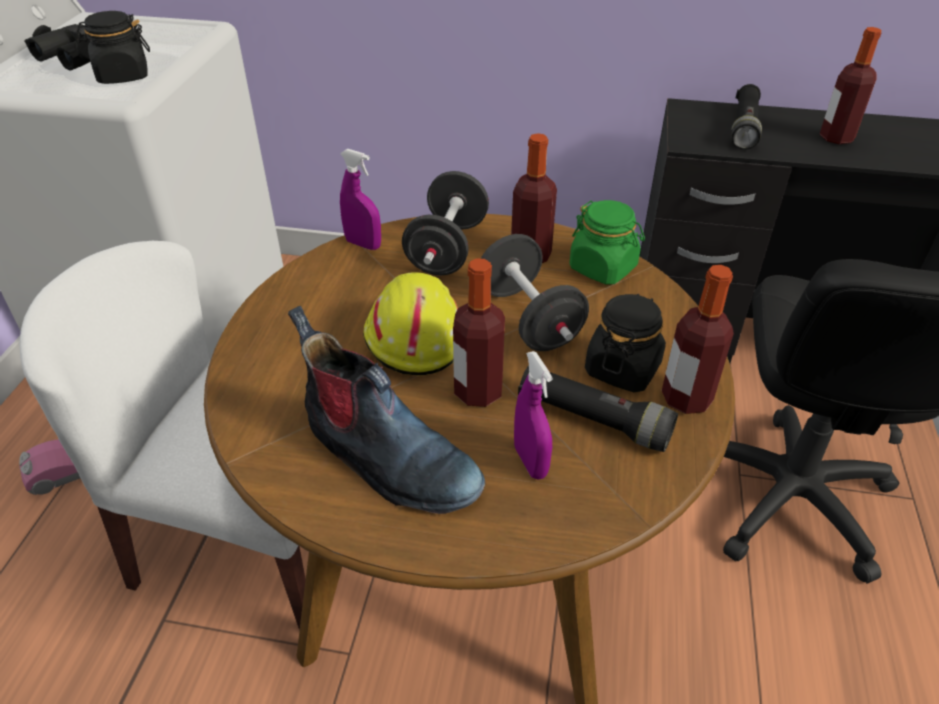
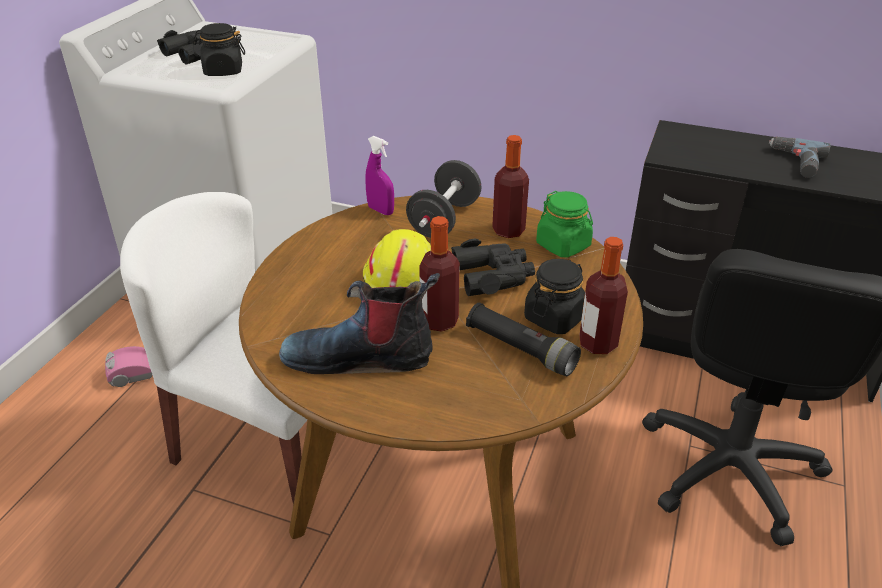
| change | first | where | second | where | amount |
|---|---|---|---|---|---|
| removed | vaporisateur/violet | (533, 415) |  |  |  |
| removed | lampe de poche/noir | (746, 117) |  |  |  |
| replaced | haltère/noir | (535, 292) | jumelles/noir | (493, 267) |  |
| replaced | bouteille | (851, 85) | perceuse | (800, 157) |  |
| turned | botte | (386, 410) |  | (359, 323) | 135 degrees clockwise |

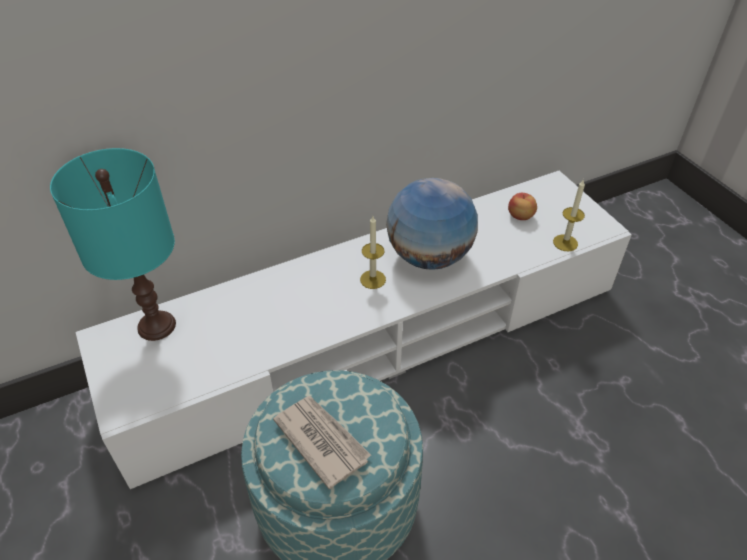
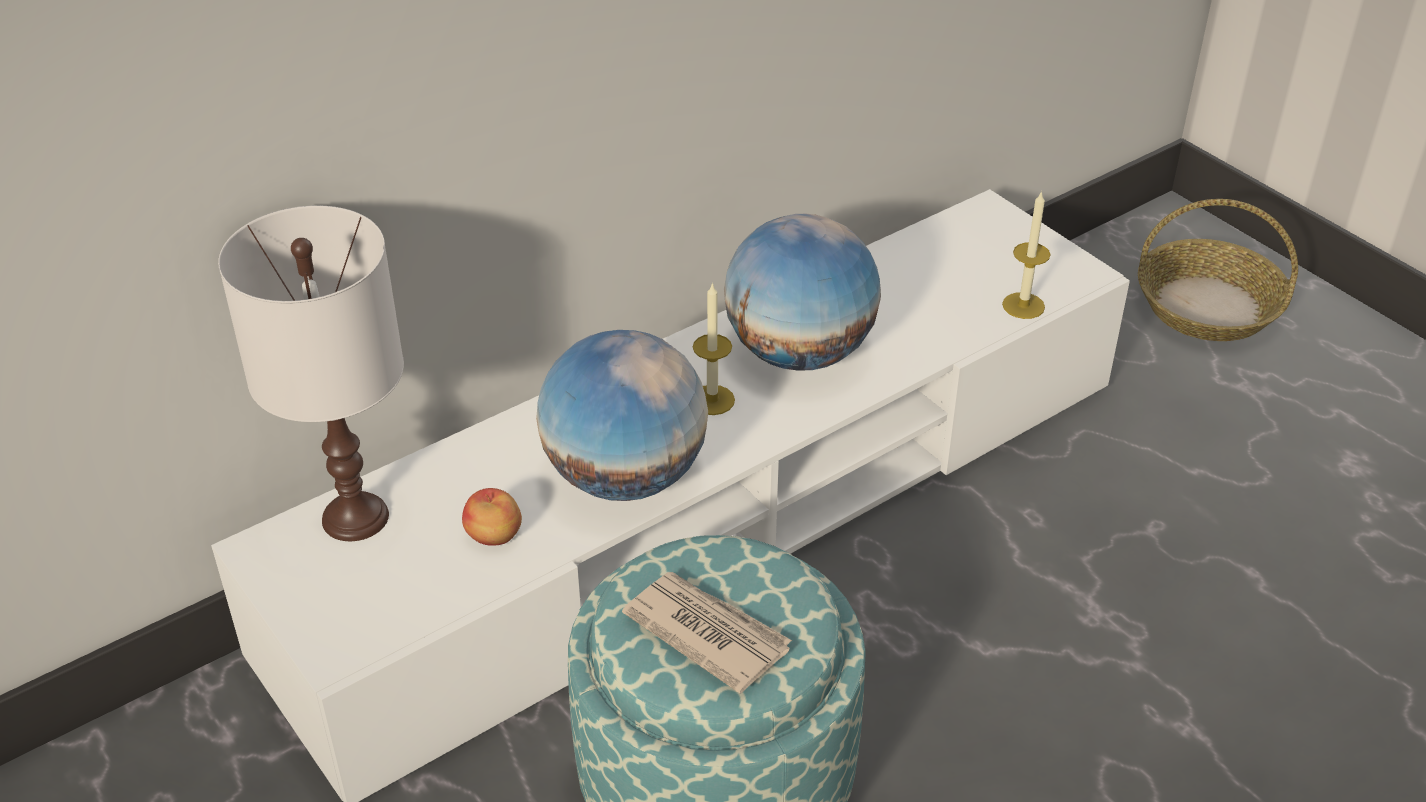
| change | first | where | second | where | amount |
|---|---|---|---|---|---|
| added |  |  | globe | (622, 415) |  |
| added |  |  | panier | (1218, 270) |  |
| moved | pomme | (522, 206) |  | (492, 517) |  |
| recoloured | lampe de table/turquoise | (113, 244) | lampe de table/blanc | (311, 373) |  |

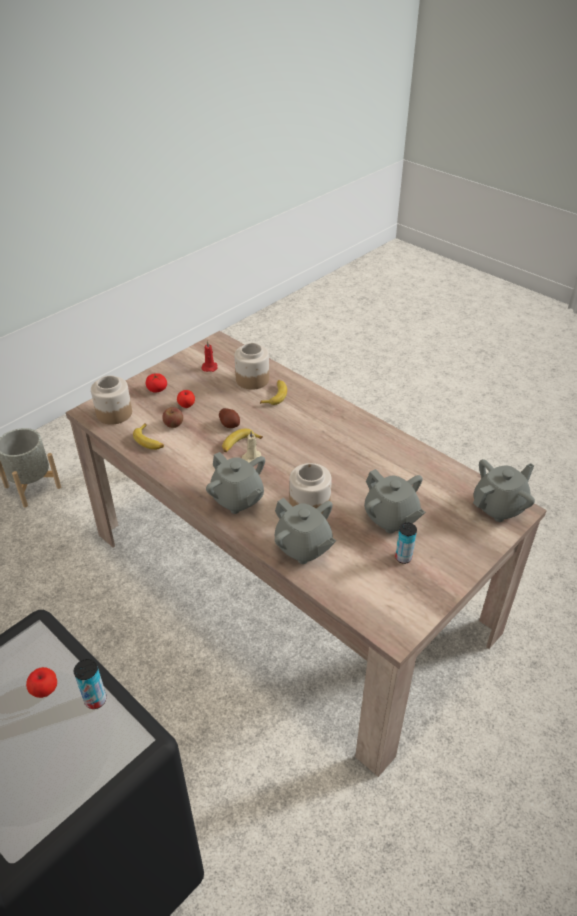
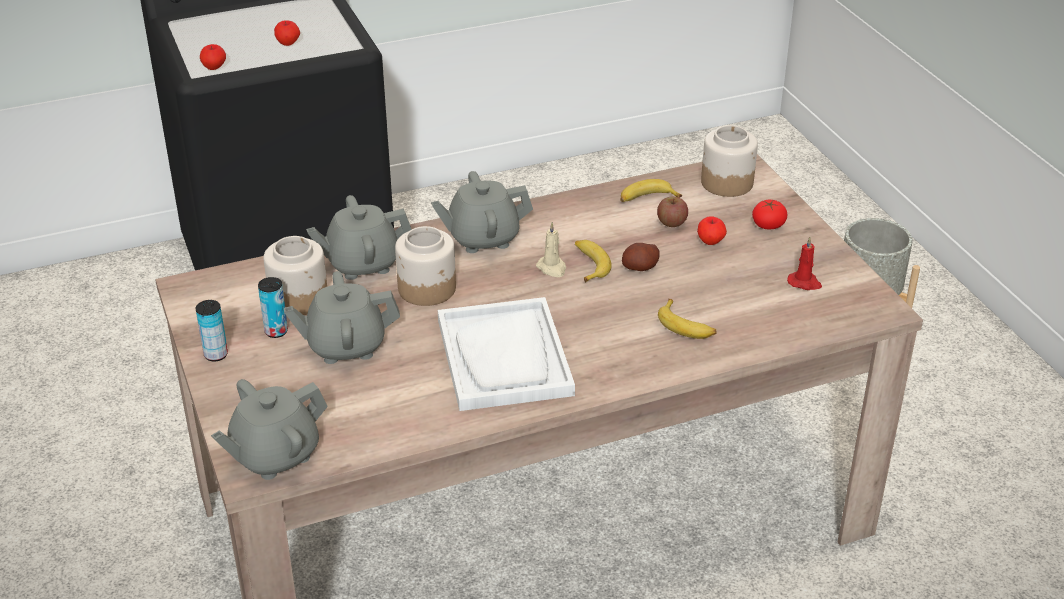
| change | first | where | second | where | amount |
|---|---|---|---|---|---|
| added |  |  | pomme | (213, 57) |  |
| added |  |  | plateau/blanc | (506, 354) |  |
| moved | boîte métallique | (90, 684) |  | (212, 331) |  |
| moved | bocal | (251, 366) |  | (295, 275) |  |
| turned | théière/gris | (504, 490) |  | (269, 429) | 60 degrees clockwise |

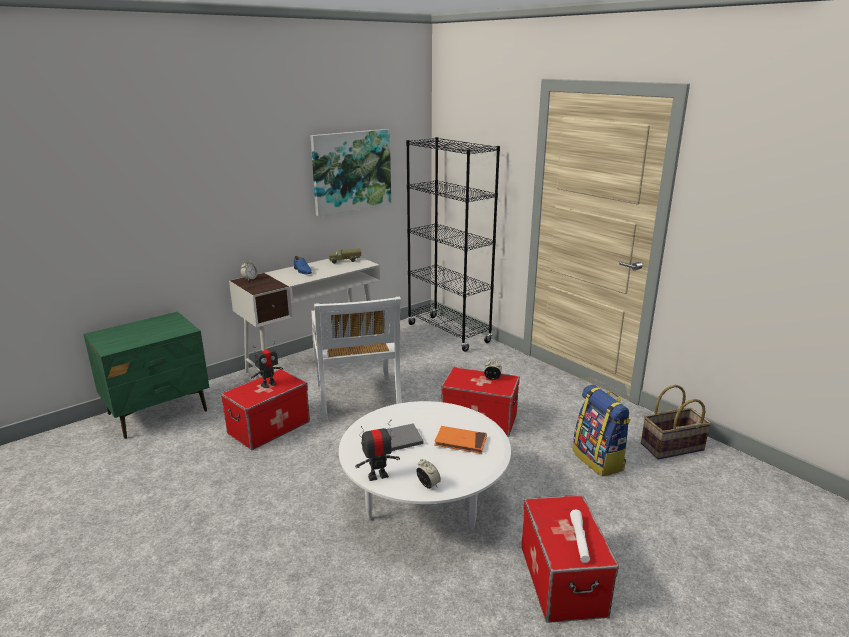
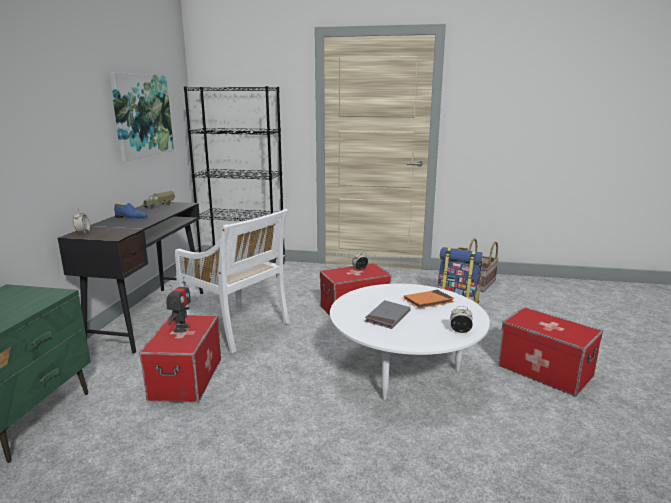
| change | first | where | second | where | amount |
|---|---|---|---|---|---|
| removed | robot jouet | (377, 450) |  |  |  |
| removed | lampe de poche/blanc | (580, 536) |  |  |  |
| recoloured | bureau/blanc | (304, 314) | bureau/noir | (130, 277) |  |

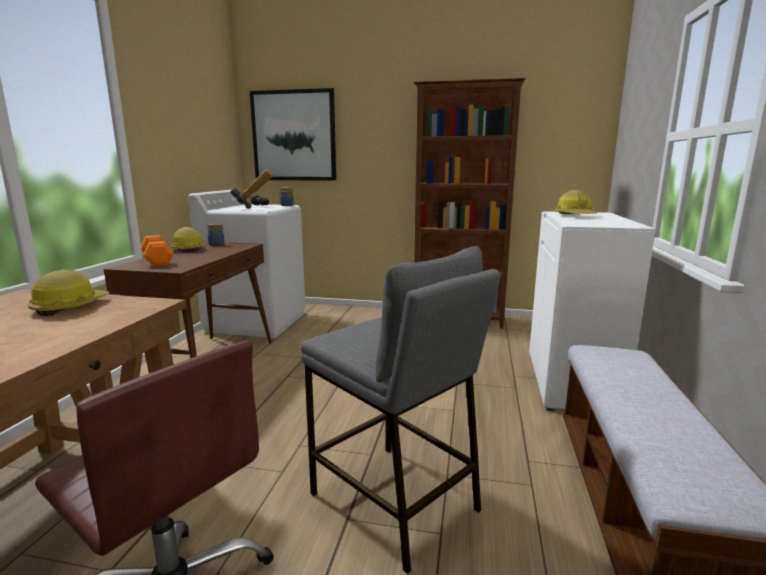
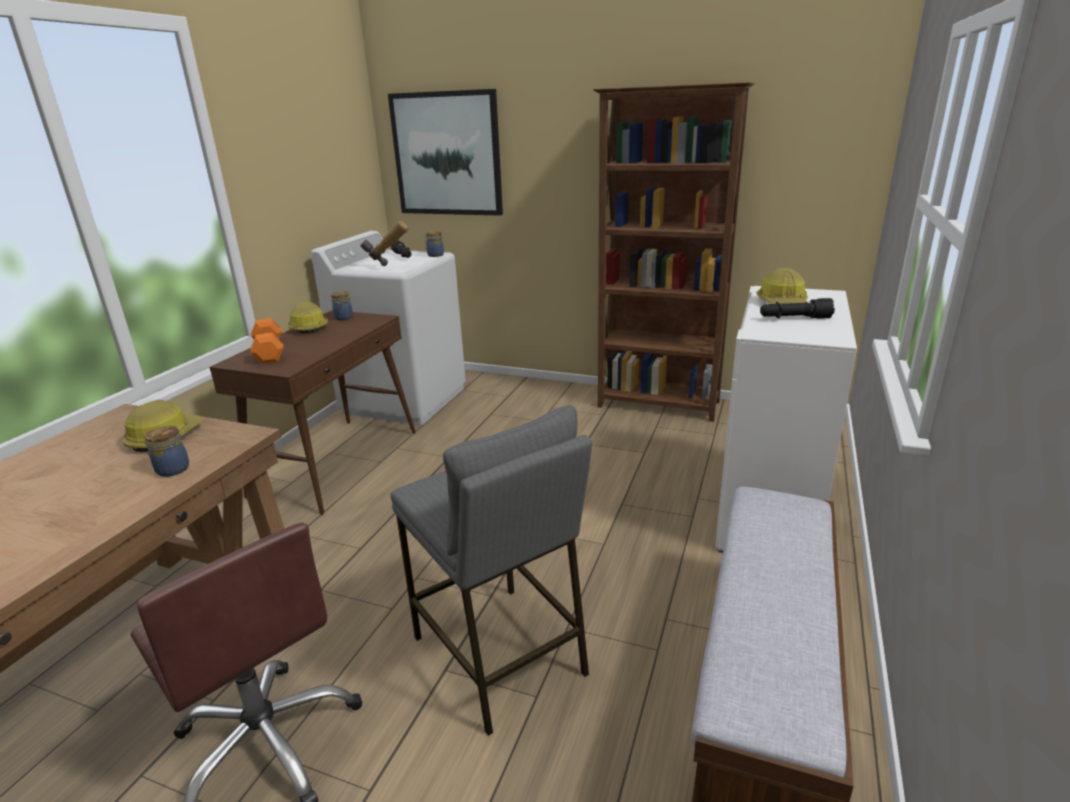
| change | first | where | second | where | amount |
|---|---|---|---|---|---|
| added |  |  | bocal | (166, 451) |  |
| added |  |  | lampe de poche/noir | (797, 308) |  |

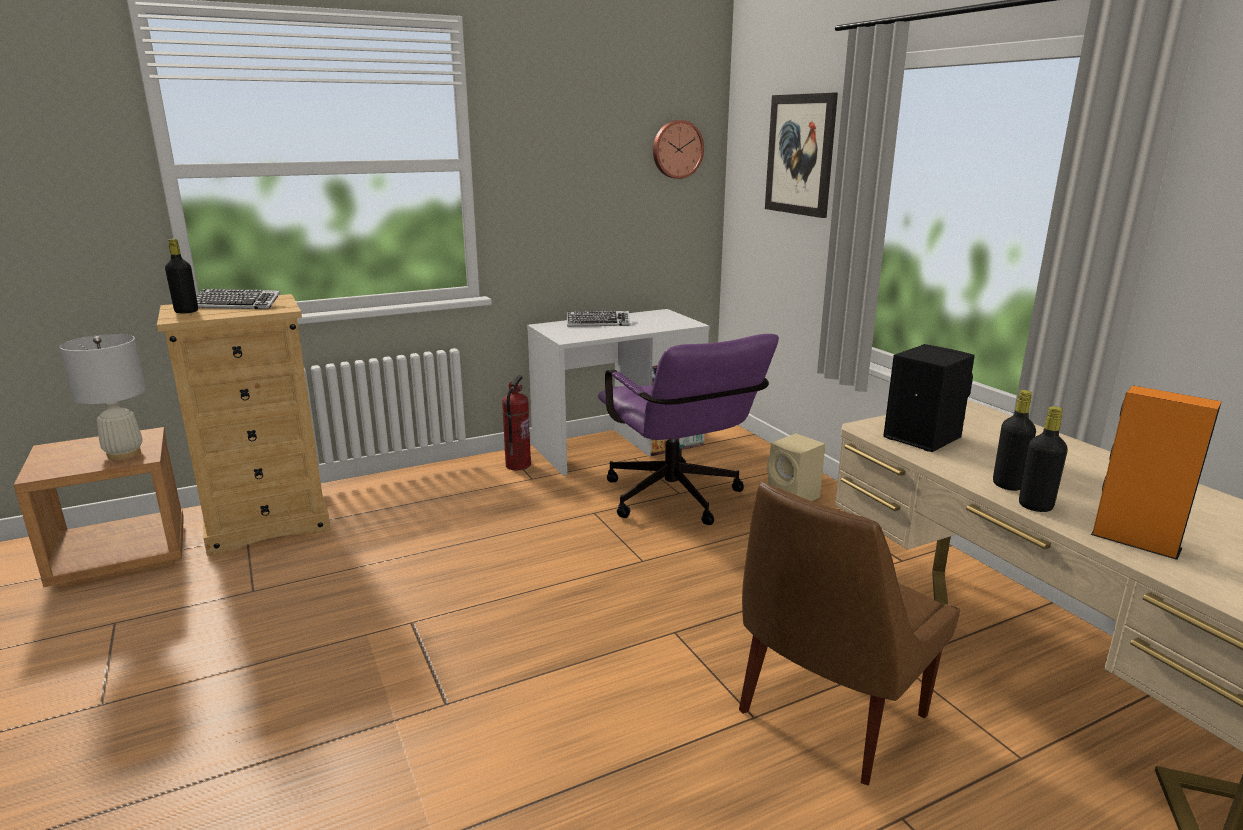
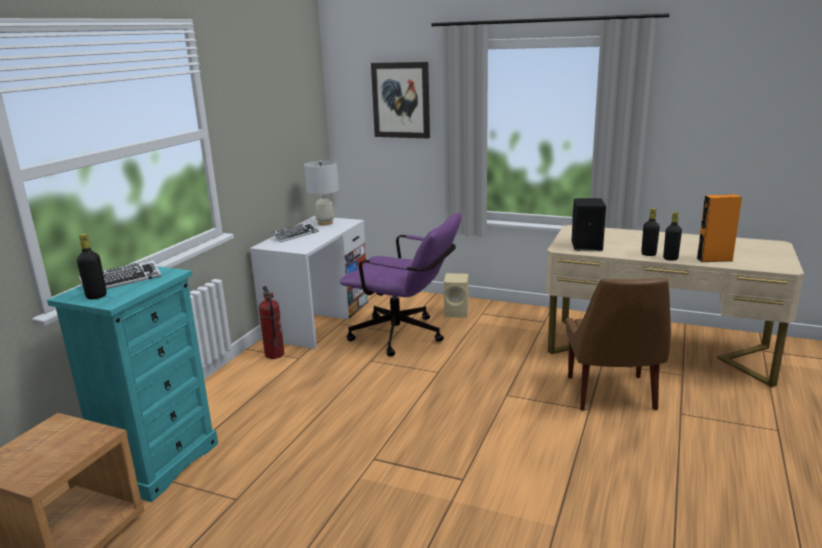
| change | first | where | second | where | amount |
|---|---|---|---|---|---|
| removed | horloge murale | (678, 149) |  |  |  |
| moved | lampe de table/blanc | (102, 397) |  | (321, 192) |  |
| recoloured | commode/beige | (244, 425) | commode/turquoise | (132, 382) |  |

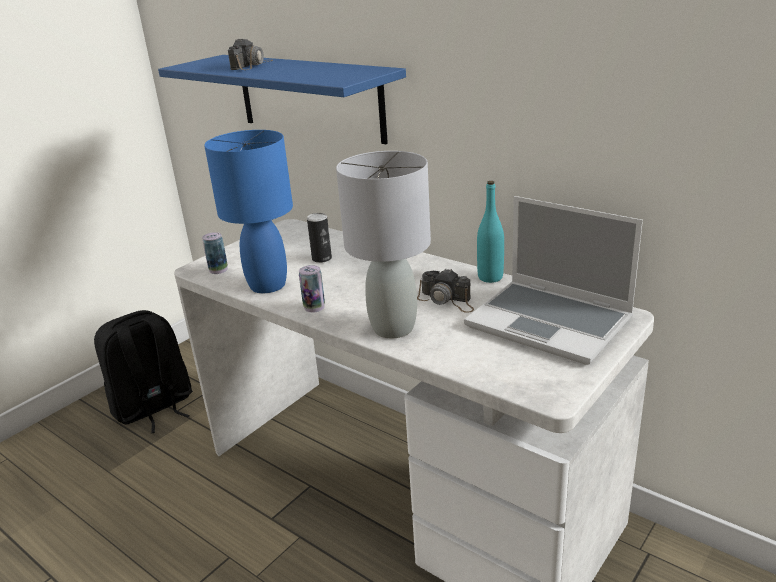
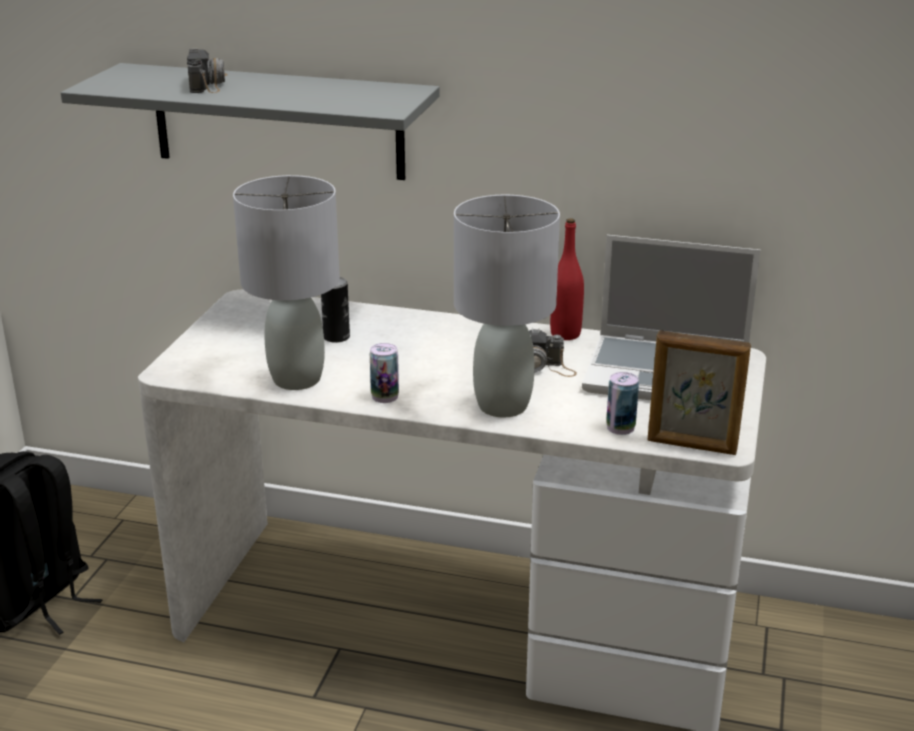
| change | first | where | second | where | amount |
|---|---|---|---|---|---|
| added |  |  | cadre photo | (699, 392) |  |
| moved | boîte métallique | (215, 253) |  | (622, 403) |  |
| recoloured | étagère/bleu | (282, 99) | étagère/gris | (250, 121) |  |
| recoloured | lampe de table/bleu | (248, 211) | lampe de table/gris | (286, 282) |  |
| recoloured | bouteille/turquoise | (490, 232) | bouteille/rouge | (567, 279) |  |

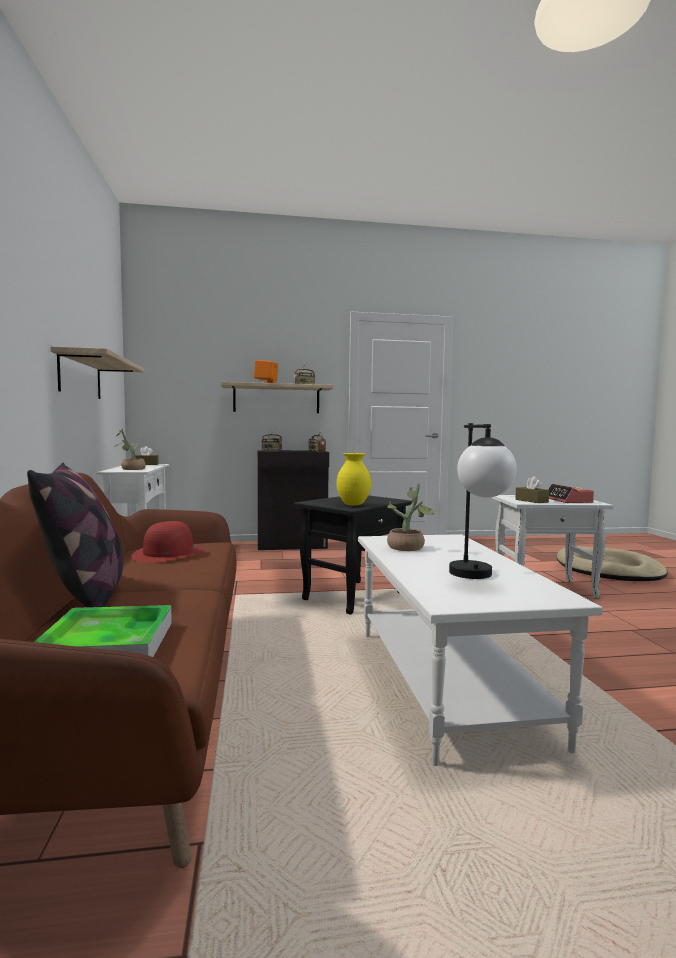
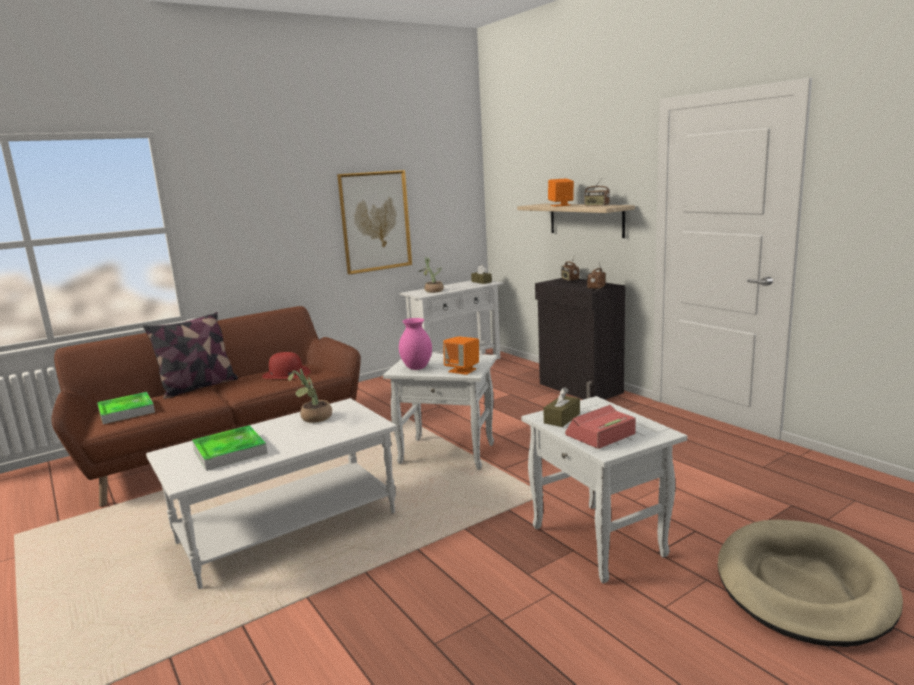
| change | first | where | second | where | amount |
|---|---|---|---|---|---|
| added |  |  | enceinte/orange | (461, 355) |  |
| replaced | étagère | (97, 372) | tableau | (374, 222) |  |
| replaced | lampe de table | (483, 501) | plateau | (230, 448) |  |
| recoloured | table d'appoint/noir | (353, 555) | table d'appoint/blanc | (440, 411) |  |
| recoloured | vase/jaune | (354, 479) | vase/rose | (415, 344) |  |

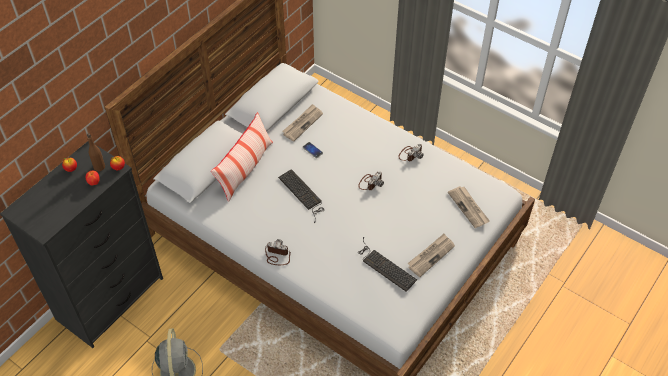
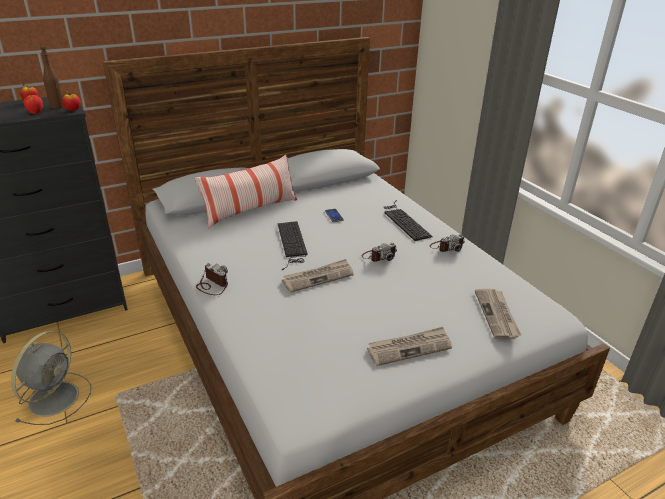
| change | first | where | second | where | amount |
|---|---|---|---|---|---|
| moved | journal | (302, 122) |  | (318, 276) |  |
| moved | clavier | (387, 264) |  | (408, 220) |  |

